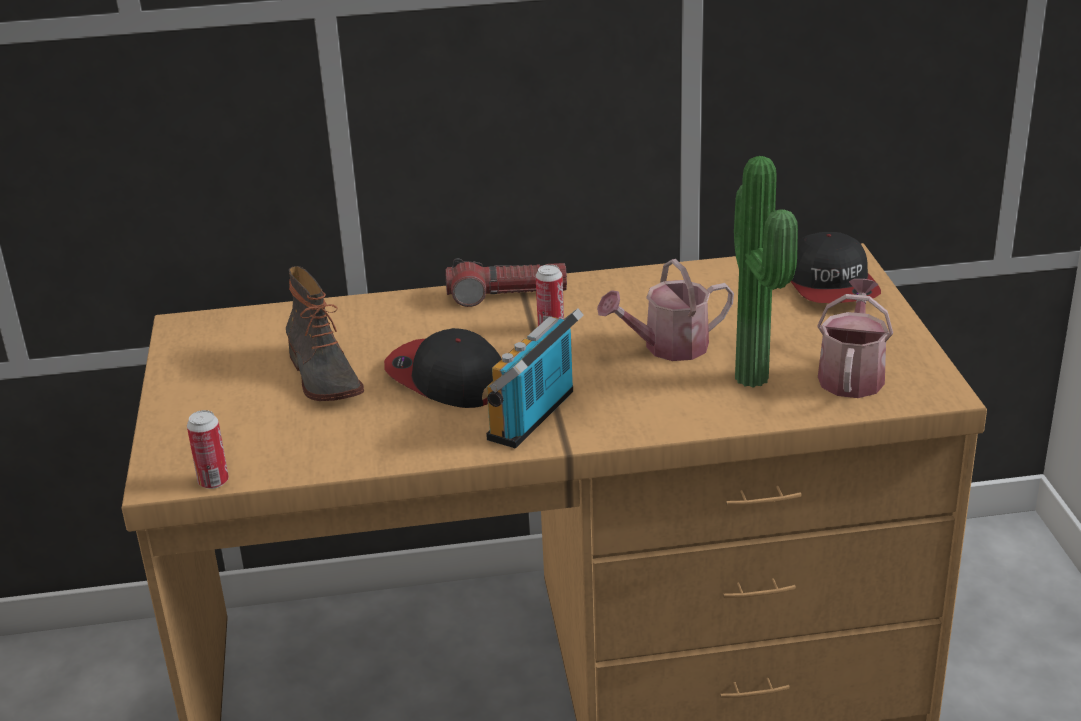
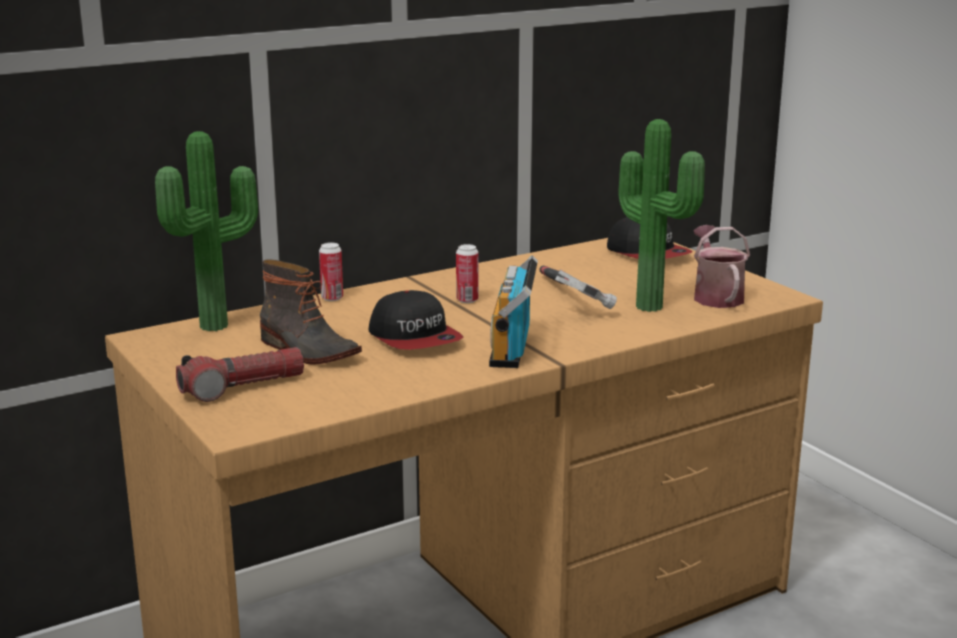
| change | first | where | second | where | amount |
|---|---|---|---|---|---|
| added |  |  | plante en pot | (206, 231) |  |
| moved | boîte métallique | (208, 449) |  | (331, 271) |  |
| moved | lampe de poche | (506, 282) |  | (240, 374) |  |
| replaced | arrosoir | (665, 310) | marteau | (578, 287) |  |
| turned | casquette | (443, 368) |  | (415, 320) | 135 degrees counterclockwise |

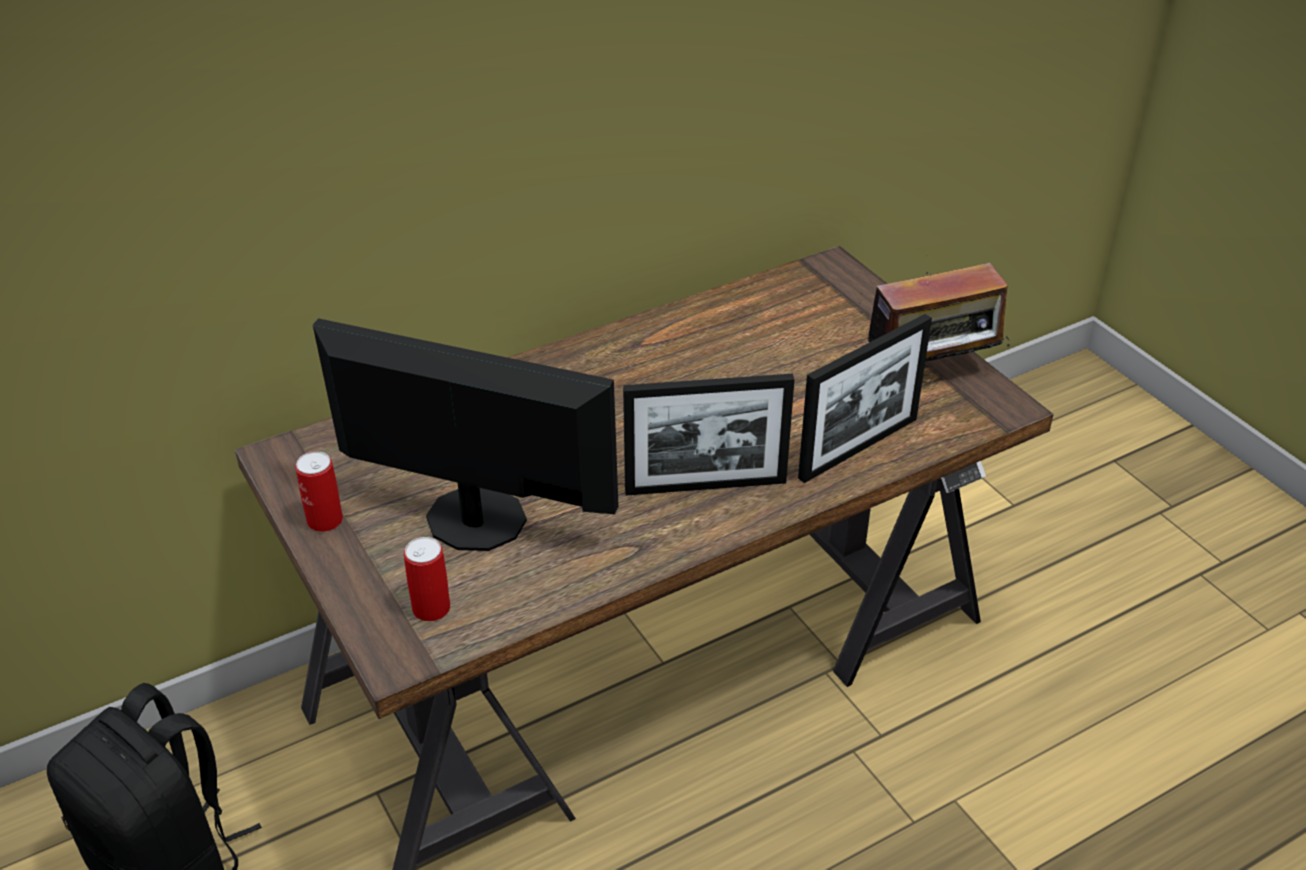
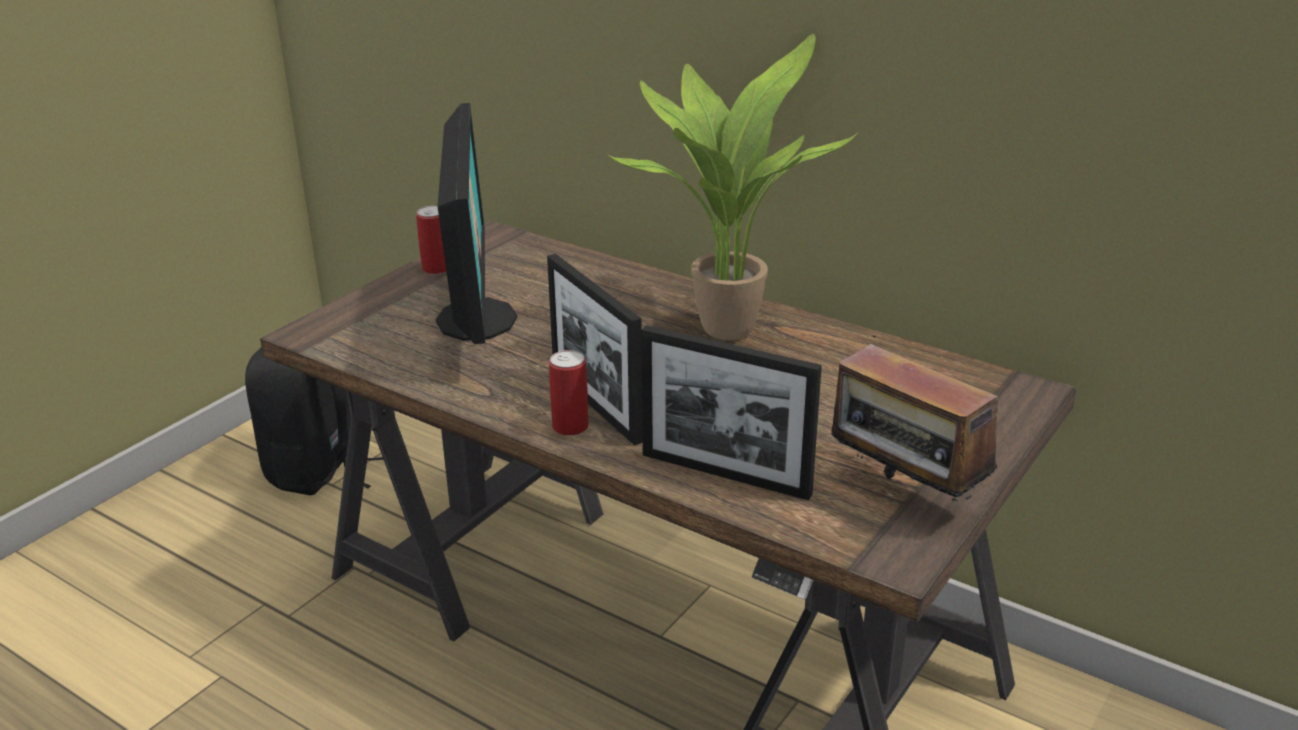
| change | first | where | second | where | amount |
|---|---|---|---|---|---|
| added |  |  | plante en pot | (733, 187) |  |
| moved | boîte métallique | (427, 579) |  | (569, 393) |  |

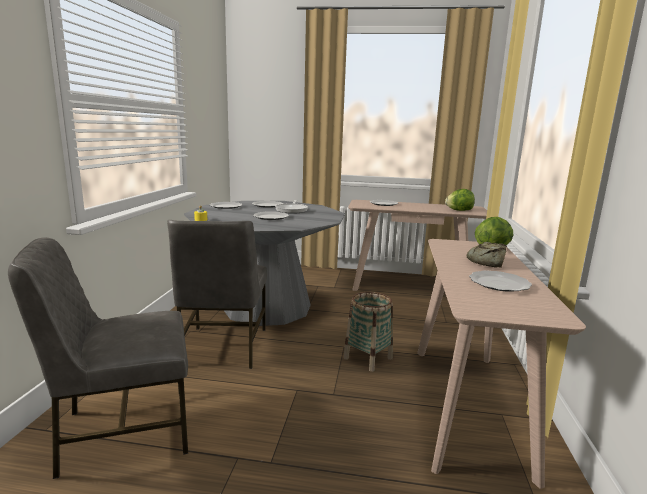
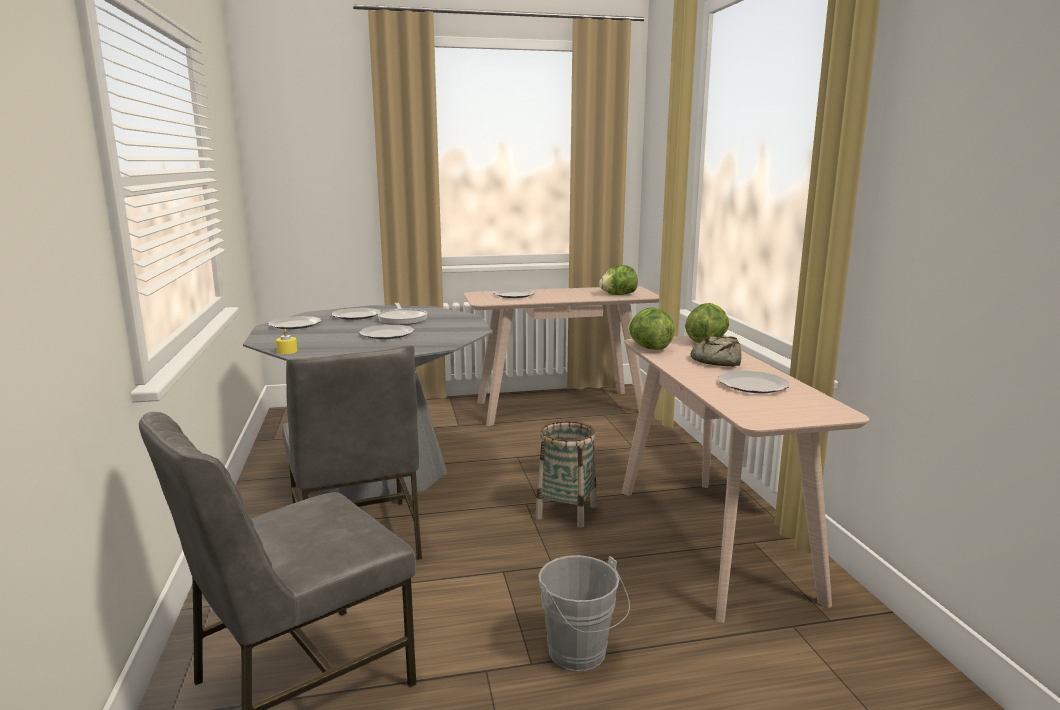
| change | first | where | second | where | amount |
|---|---|---|---|---|---|
| added |  |  | seau/gris | (584, 613) |  |
| added |  |  | laitue | (651, 329) |  |

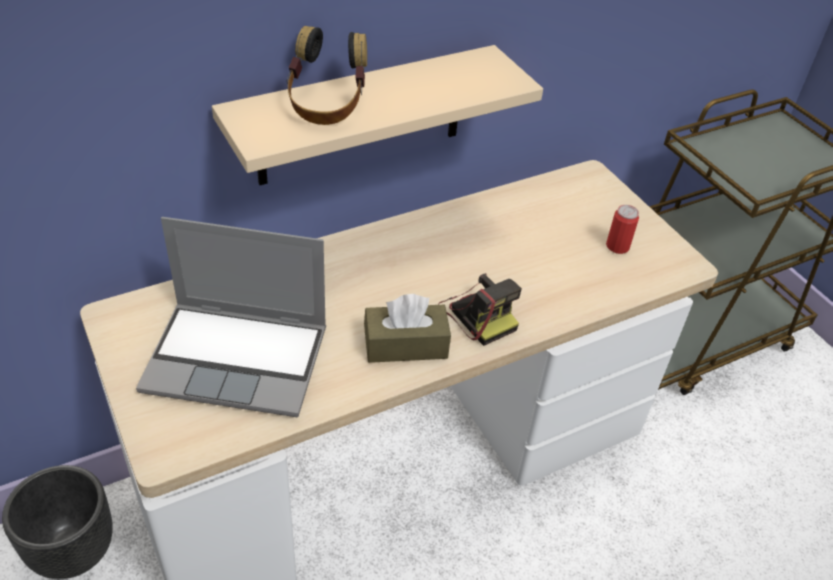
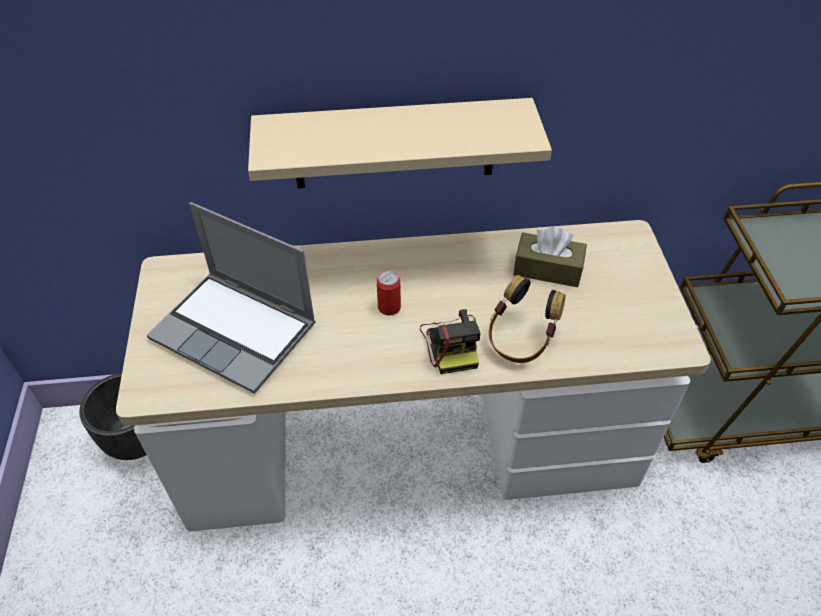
| change | first | where | second | where | amount |
|---|---|---|---|---|---|
| moved | casque audio | (327, 75) |  | (527, 319) |  |
| moved | boîte à mouchoirs/marron | (407, 328) |  | (550, 257) |  |
| moved | boîte métallique | (622, 229) |  | (389, 292) |  |

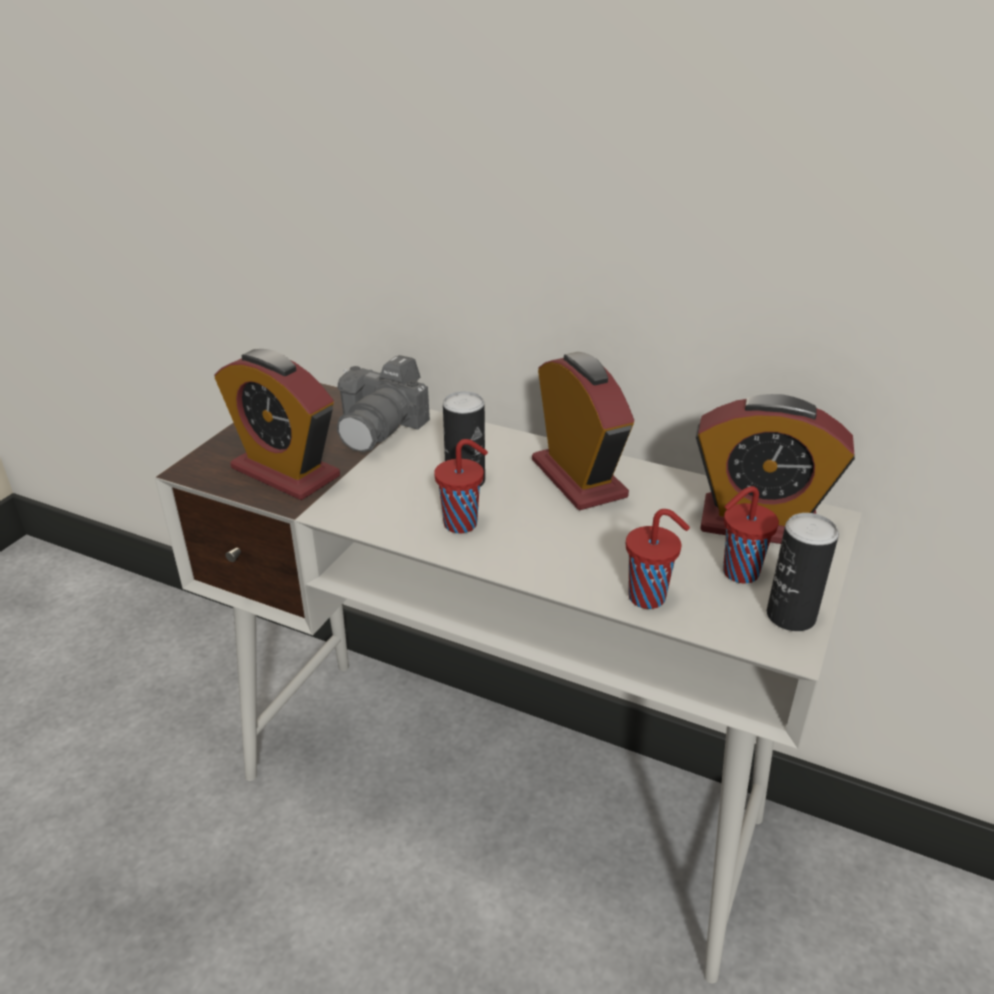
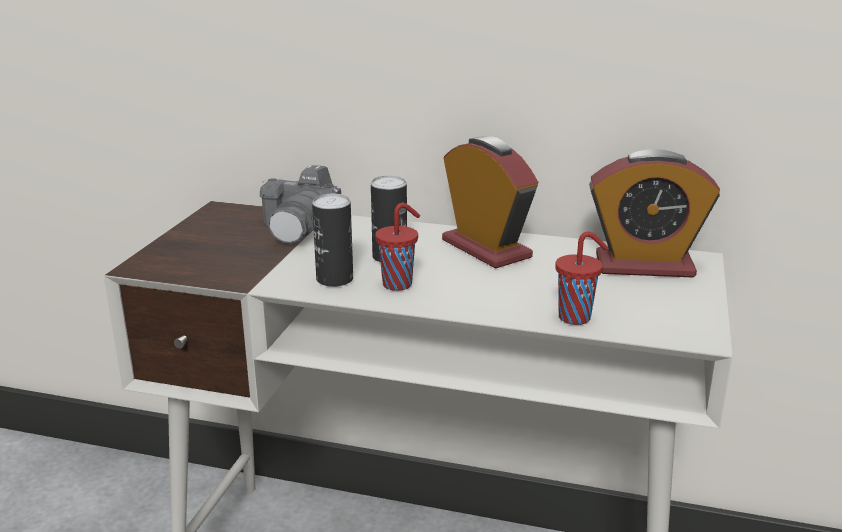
| change | first | where | second | where | amount |
|---|---|---|---|---|---|
| removed | réveil | (277, 425) |  |  |  |
| removed | tasse/rouge | (751, 535) |  |  |  |
| moved | boîte métallique | (803, 572) |  | (332, 240) |  |

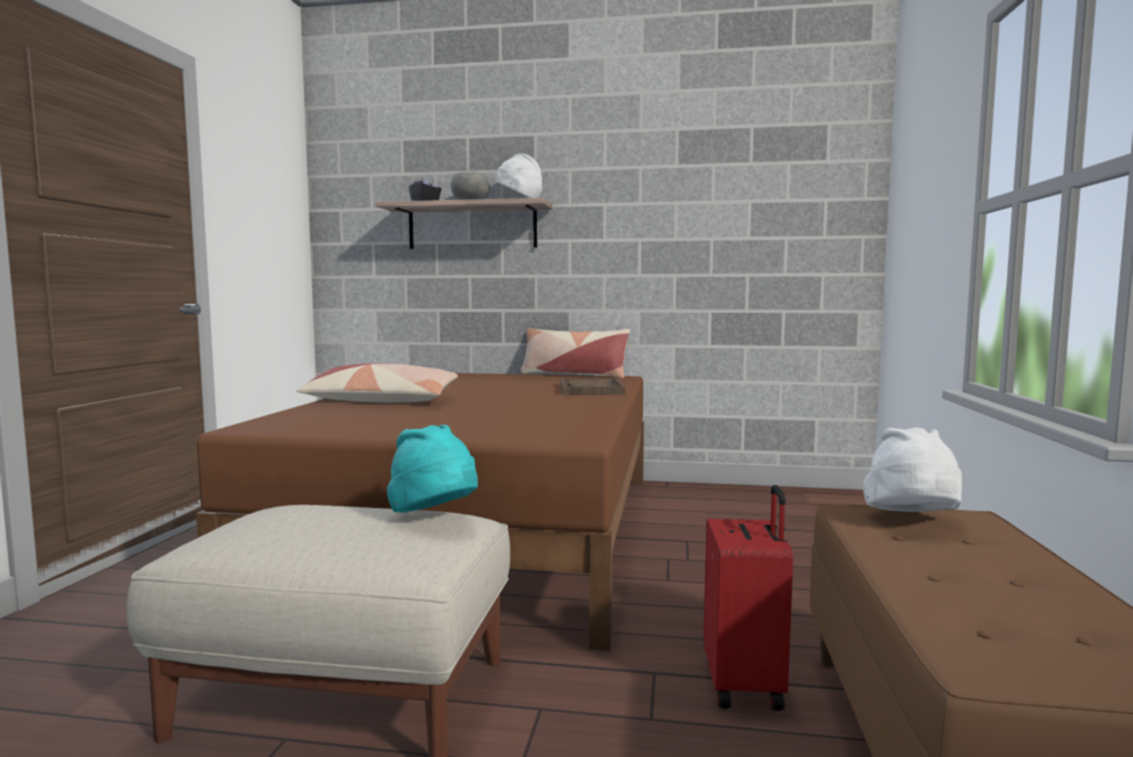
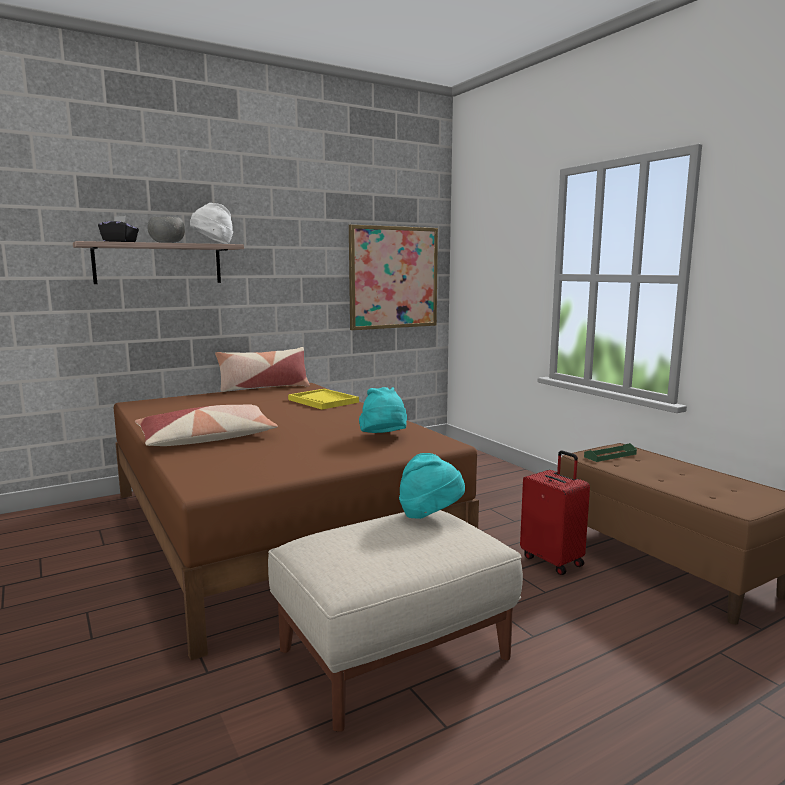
| change | first | where | second | where | amount |
|---|---|---|---|---|---|
| added |  |  | tableau | (393, 277) |  |
| added |  |  | chapeau/turquoise | (383, 410) |  |
| replaced | chapeau/blanc | (912, 469) | plateau/vert | (610, 452) |  |
| recoloured | plateau/marron | (592, 386) | plateau/jaune | (323, 399) |  |

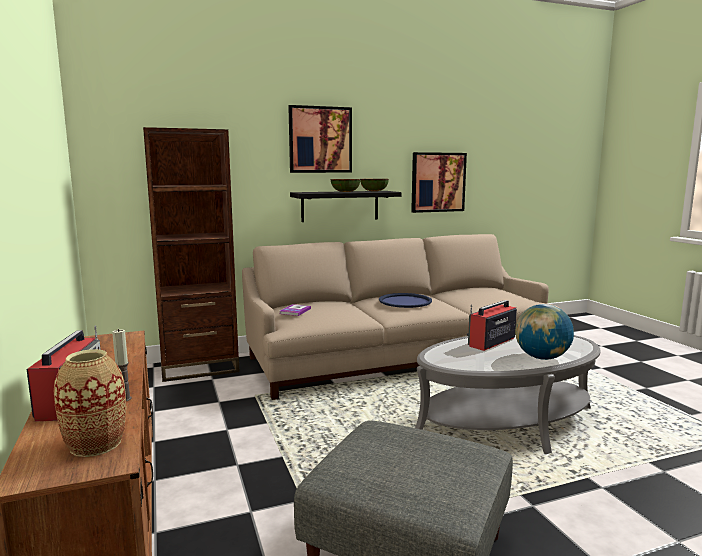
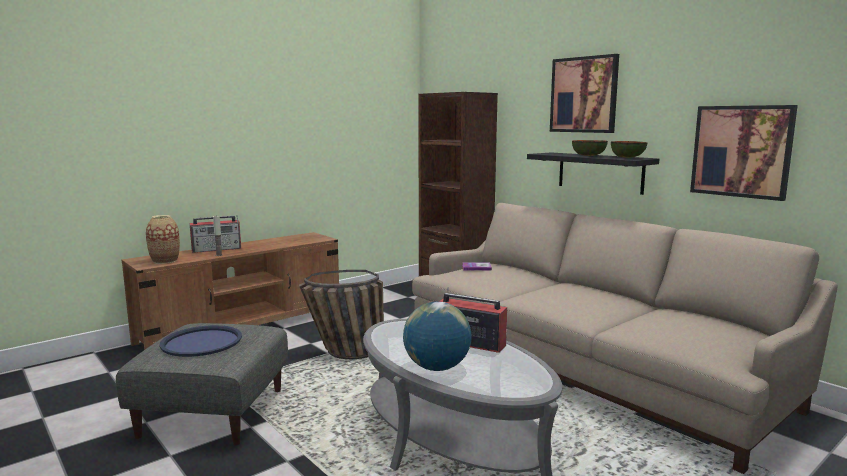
| change | first | where | second | where | amount |
|---|---|---|---|---|---|
| added |  |  | panier | (341, 314) |  |
| moved | plateau/bleu | (405, 300) |  | (200, 341) |  |

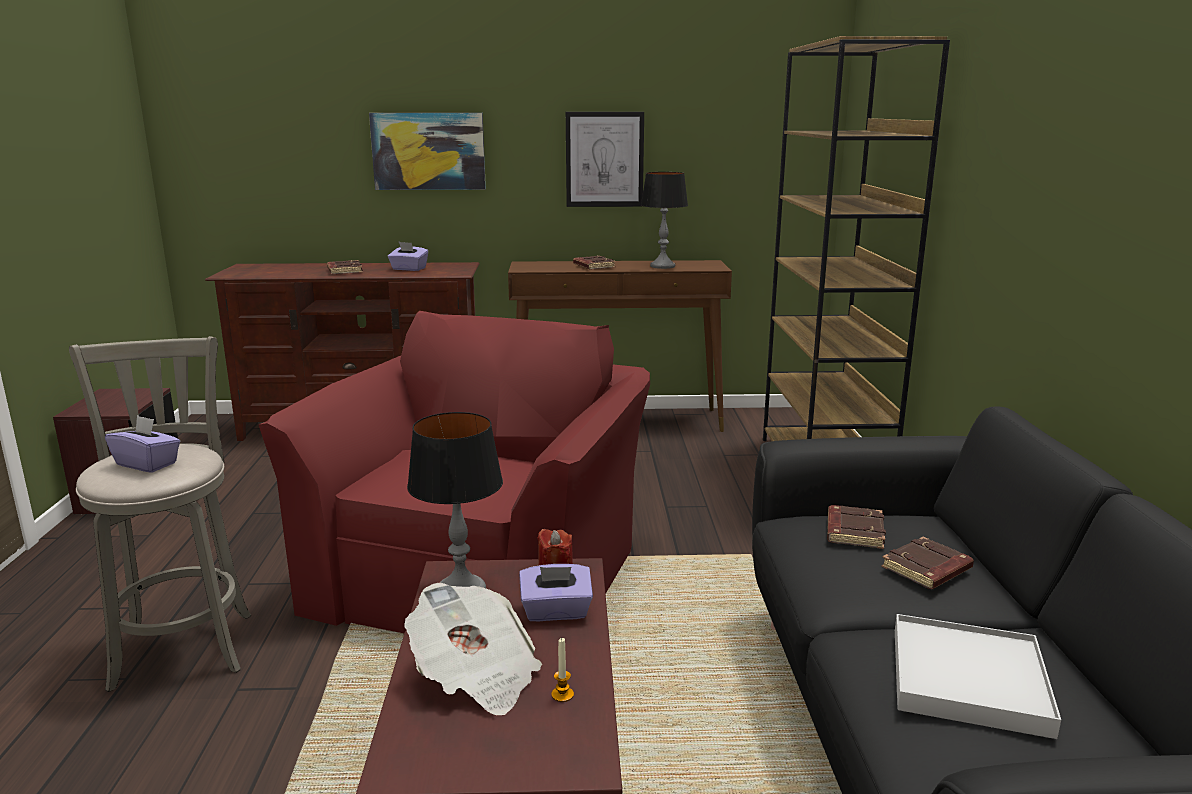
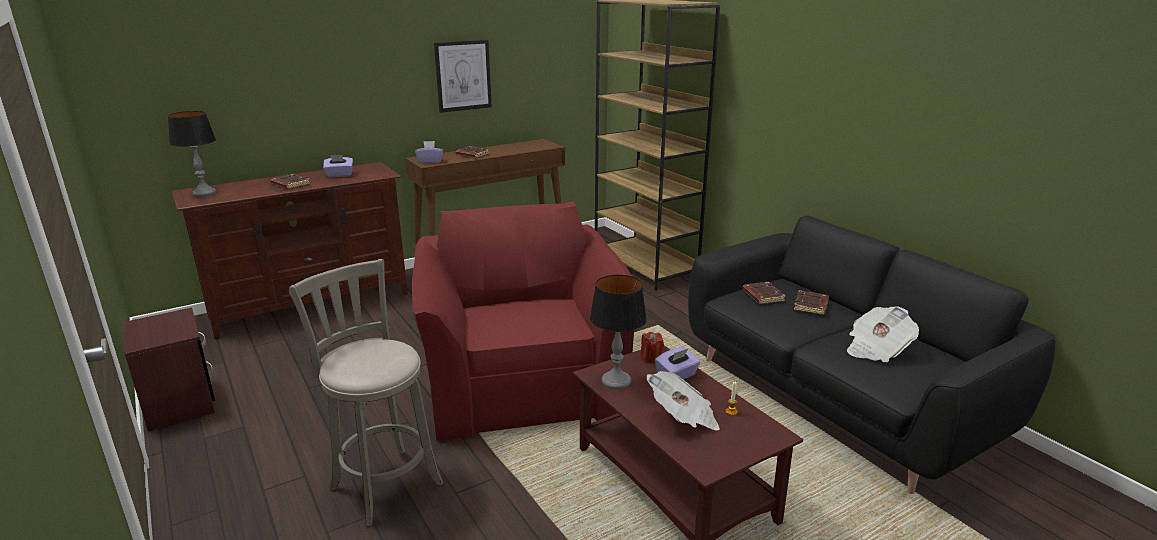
| change | first | where | second | where | amount |
|---|---|---|---|---|---|
| removed | tableau | (427, 151) |  |  |  |
| moved | boîte à mouchoirs/violet | (142, 444) |  | (429, 152) |  |
| moved | lampe de table | (664, 220) |  | (192, 154) |  |
| replaced | plateau/blanc | (978, 676) | journal | (883, 334) |  |

